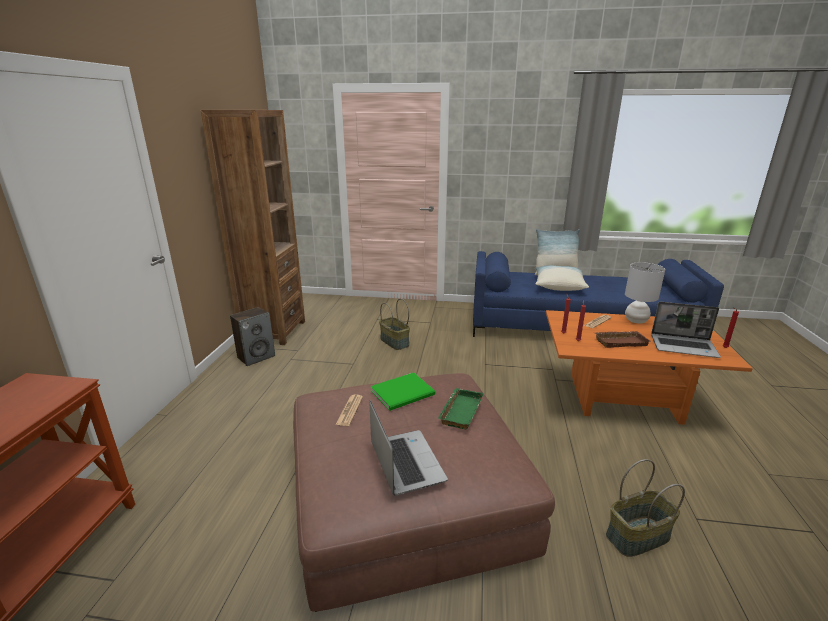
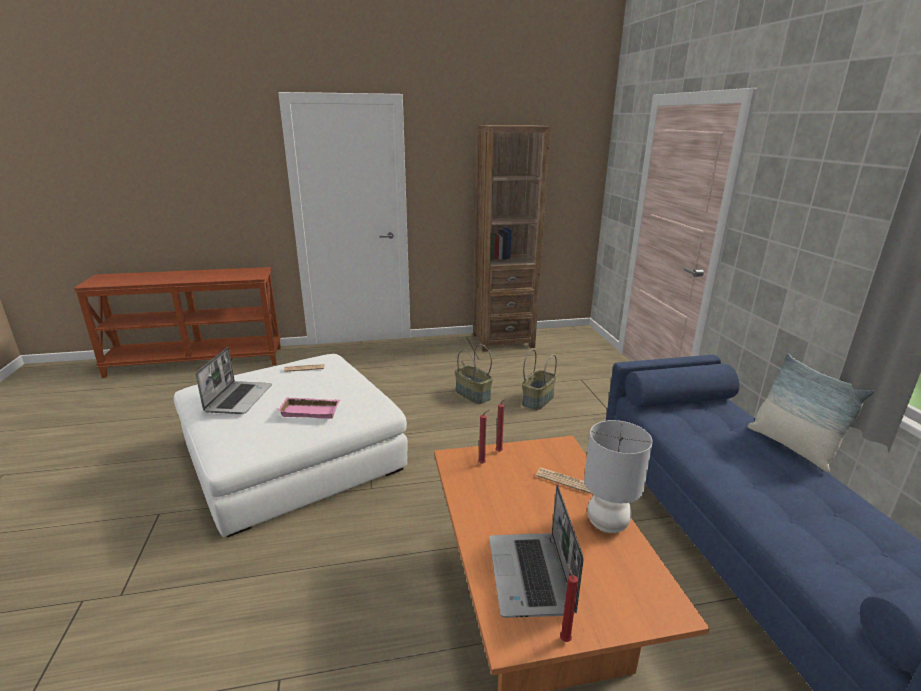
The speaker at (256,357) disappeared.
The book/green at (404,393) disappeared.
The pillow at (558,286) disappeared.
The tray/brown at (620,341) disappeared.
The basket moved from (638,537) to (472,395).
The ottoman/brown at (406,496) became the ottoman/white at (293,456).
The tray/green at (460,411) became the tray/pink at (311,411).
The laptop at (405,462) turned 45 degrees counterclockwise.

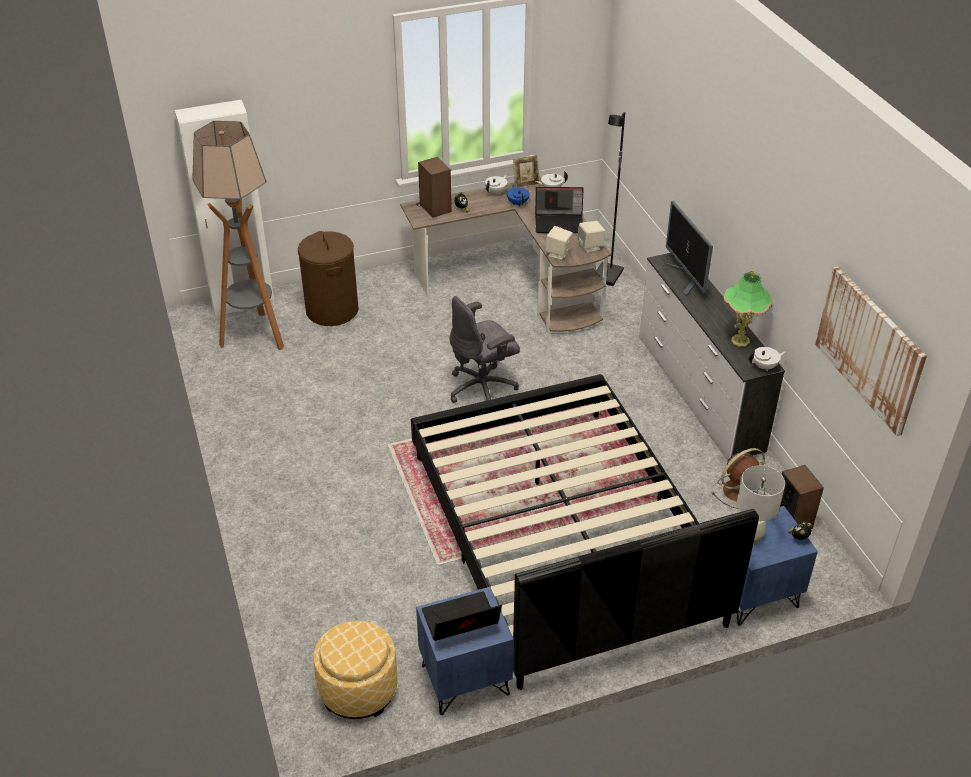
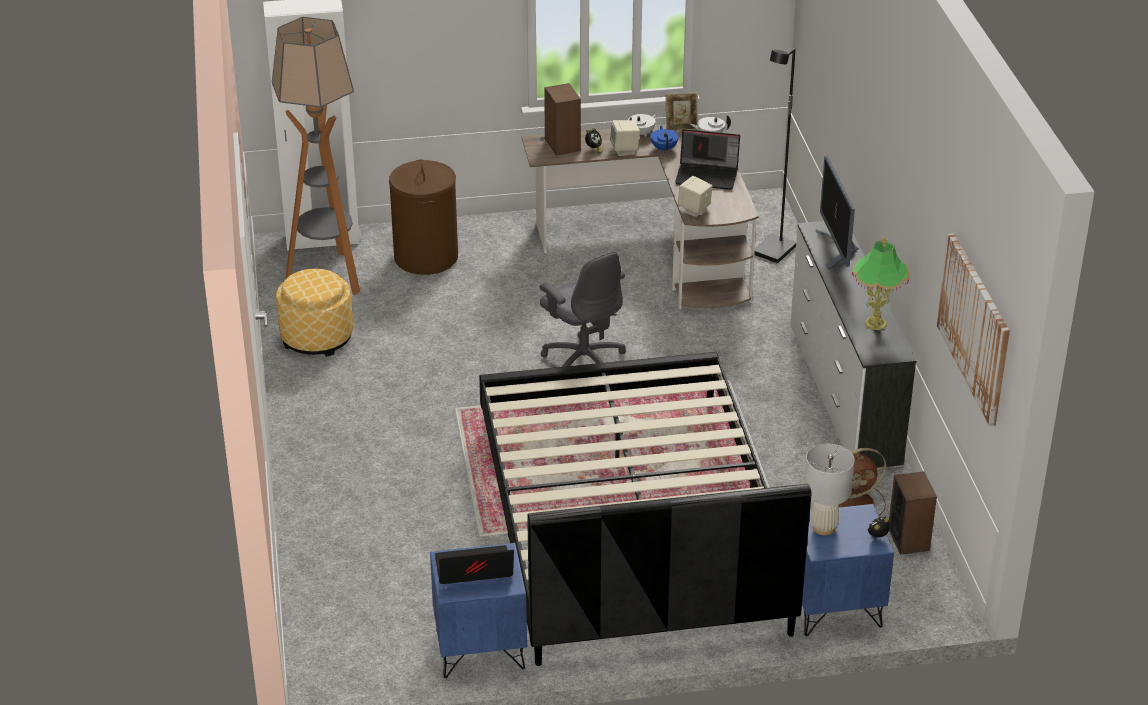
The teapot/white at (765,366) disappeared.
The ottoman moved from (358,689) to (317,337).
The speaker/beige moved from (590,247) to (625,150).
The office chair/grey at (483,388) turned 105 degrees counterclockwise.

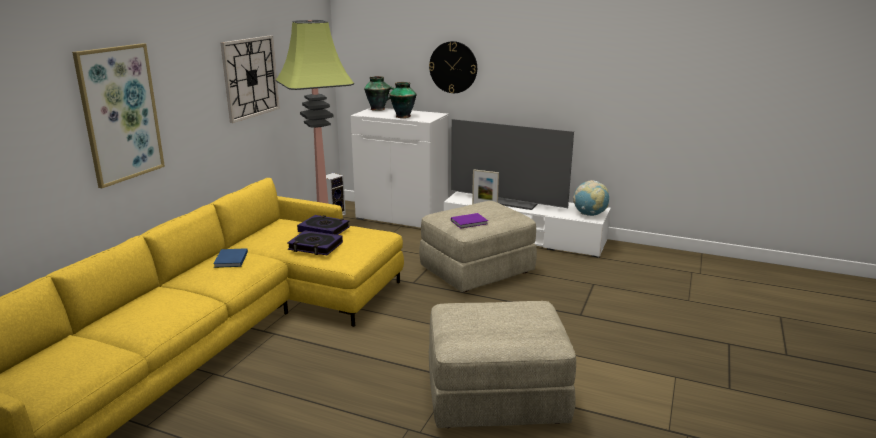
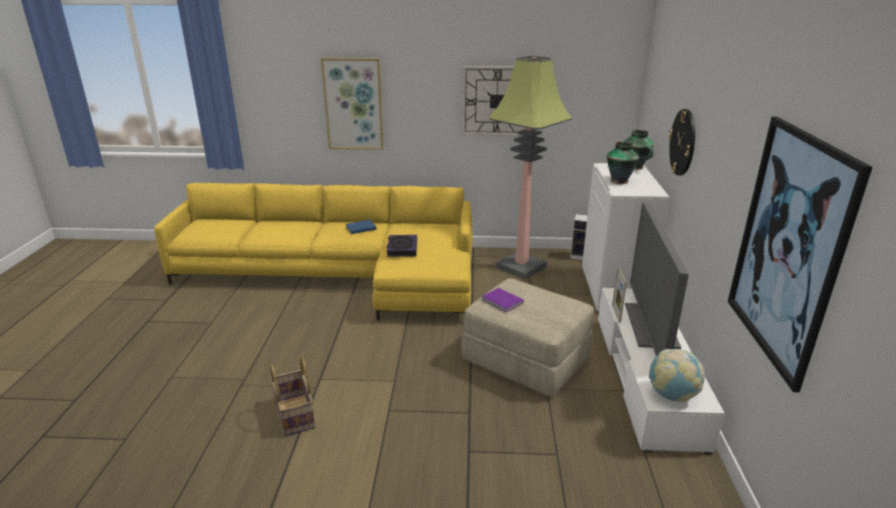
The book at (324,230) disappeared.
The picture at (788,248) appeared.
The ottoman/beige at (497,395) was replaced by the basket at (296,415).

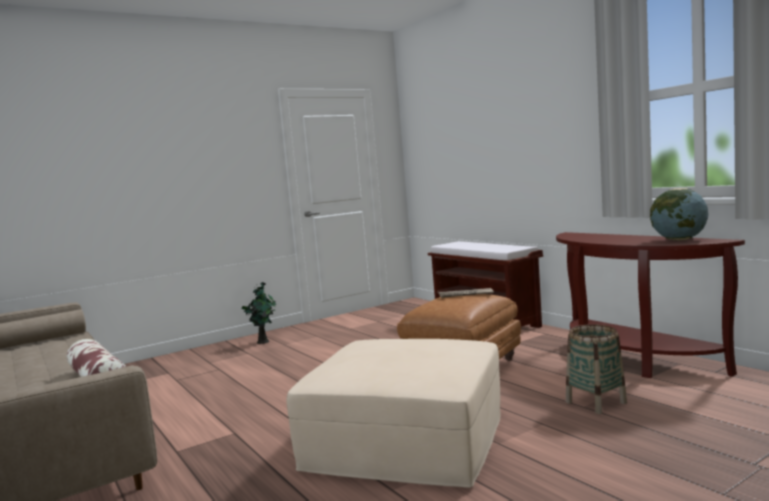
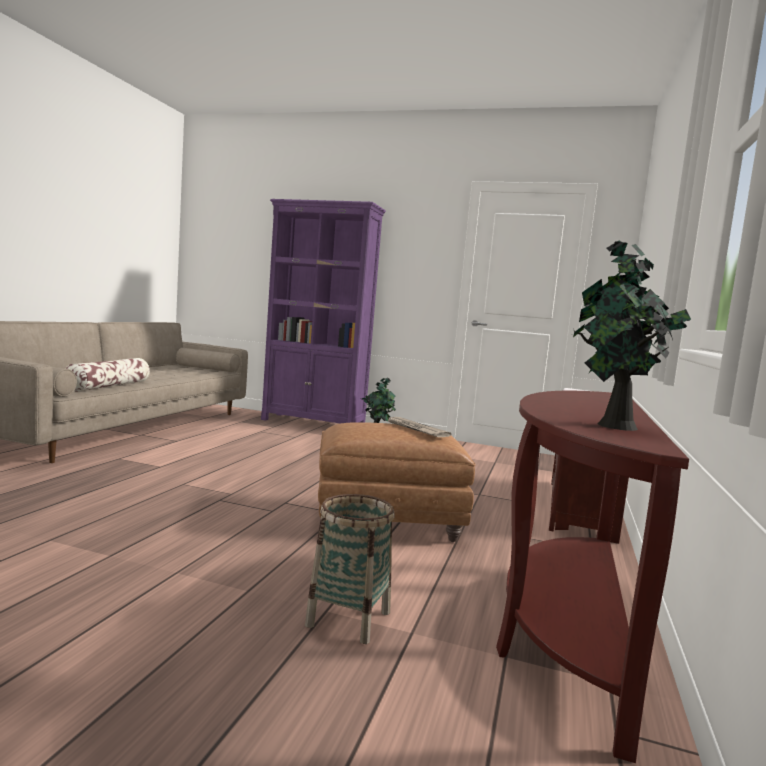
The ottoman/beige at (407,440) disappeared.
The bookcase/purple at (313,423) appeared.
The globe at (679,240) was replaced by the potted plant at (614,426).

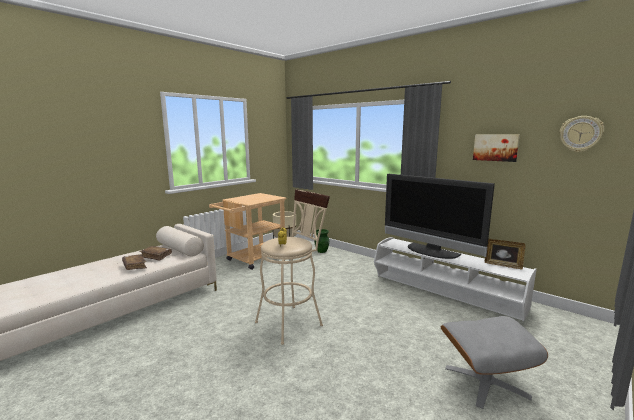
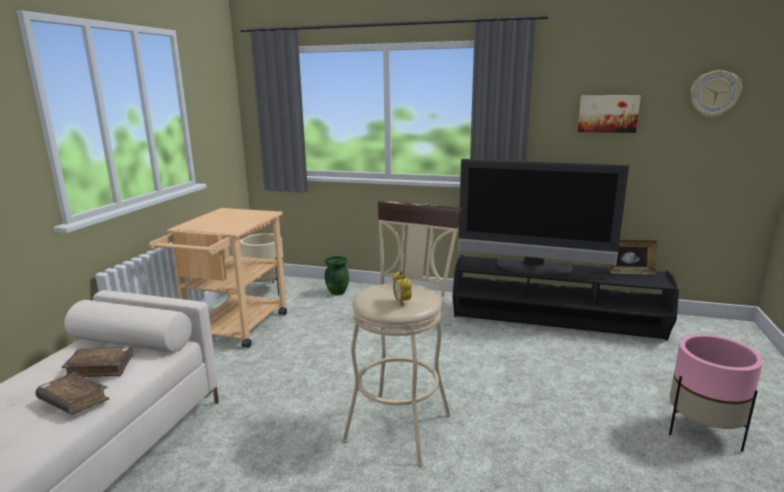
The ottoman/grey at (485,381) was replaced by the planter/pink at (703,432).
The tv stand/white at (444,292) became the tv stand/black at (555,322).

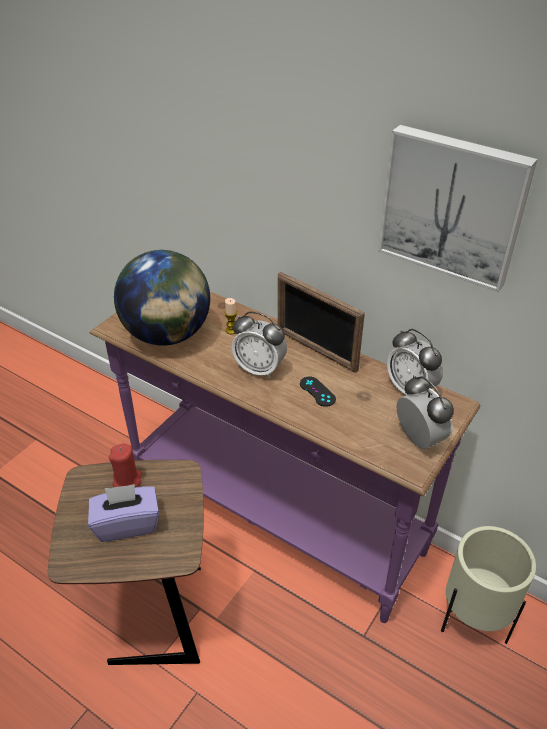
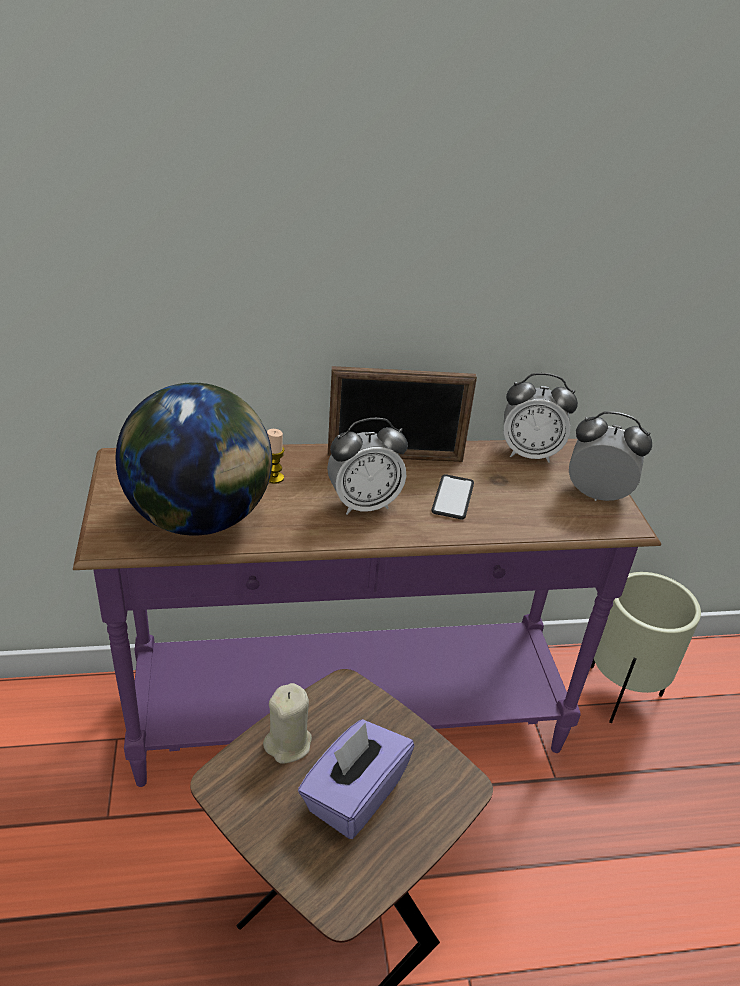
The picture at (453,206) disappeared.
The game controller/black at (317,391) was replaced by the phone at (452,498).
The candle/red at (127,480) became the candle/beige at (288,743).

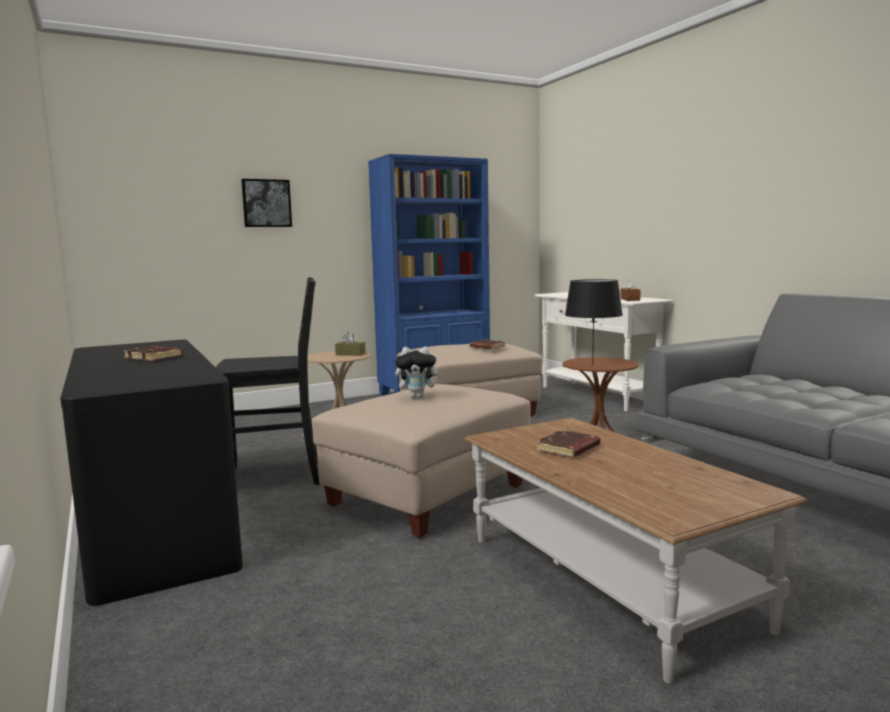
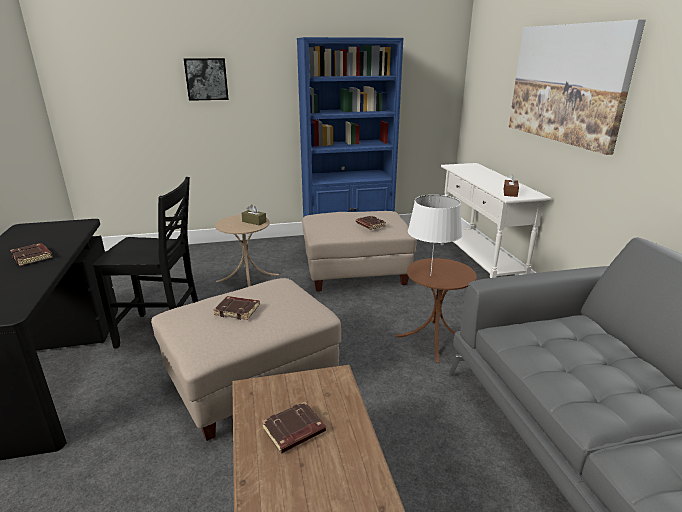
The picture at (566,84) appeared.
The plush toy at (418,397) was replaced by the book/brown at (238,310).
The table lamp/black at (593,365) became the table lamp/white at (430,276).

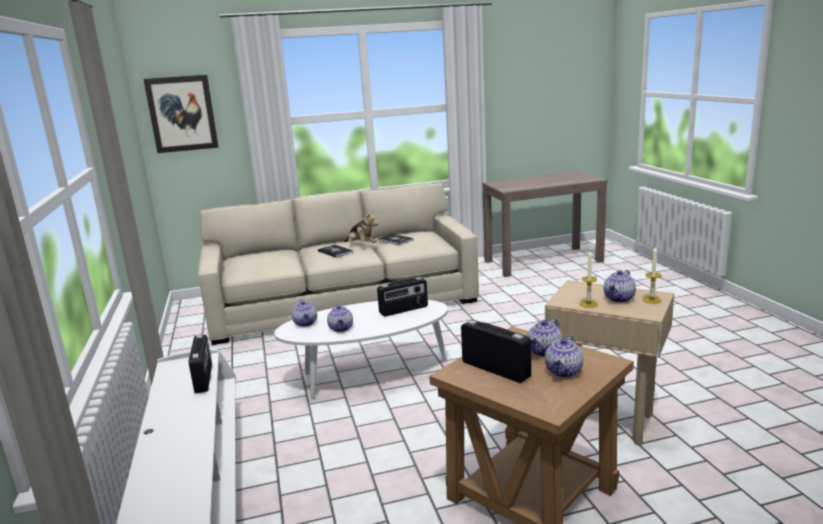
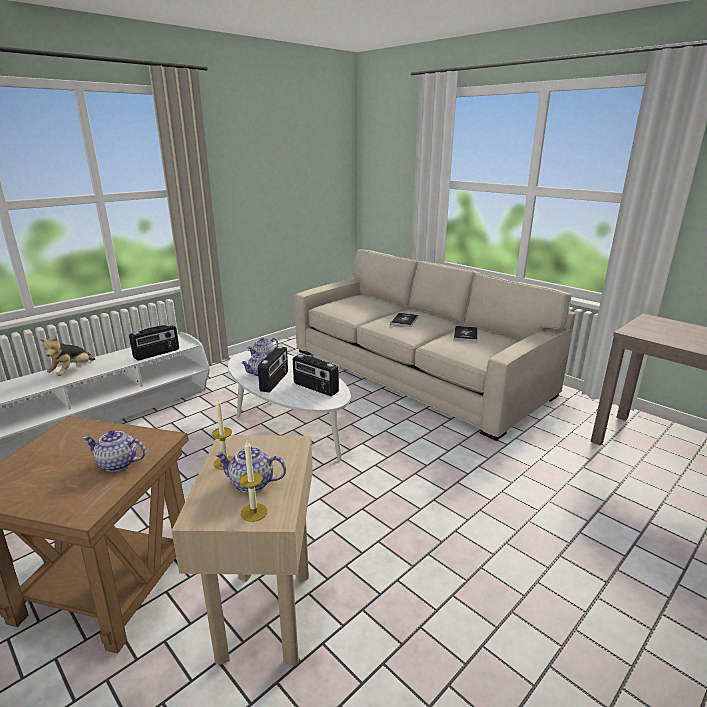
The picture at (182,114) disappeared.
The teapot at (564,372) disappeared.
The plush toy moved from (361,246) to (72,371).
The radio moved from (496,369) to (275,381).

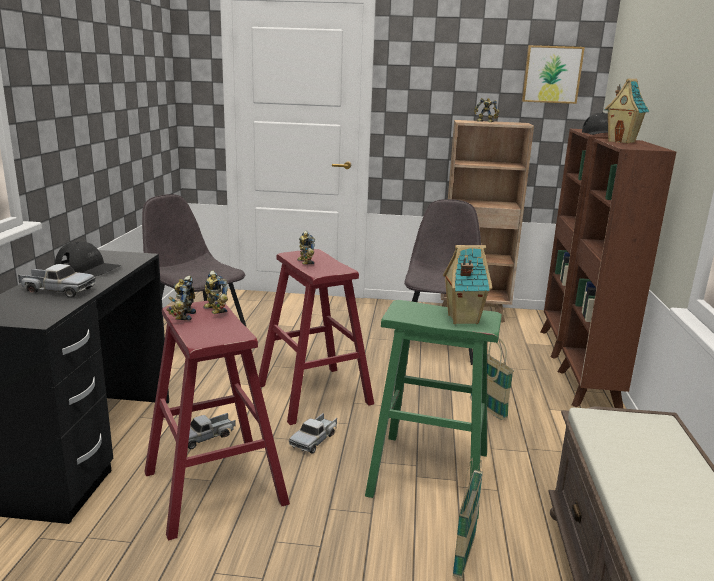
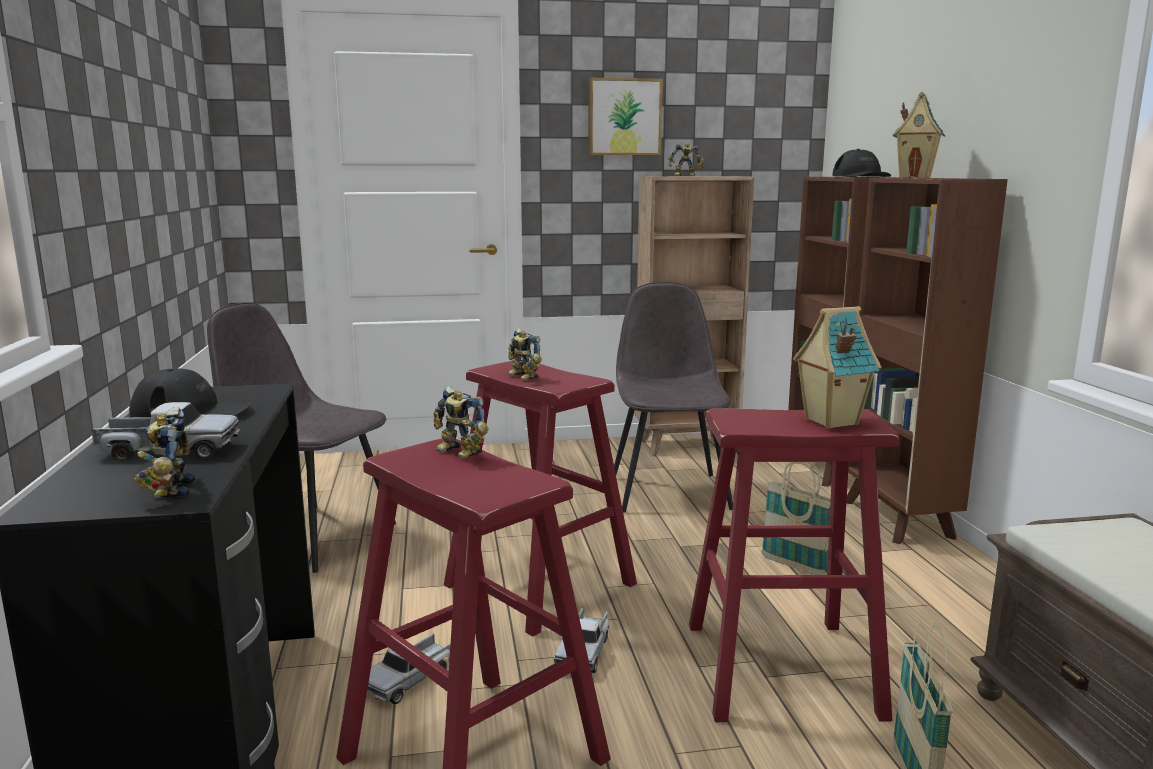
The toy robot moved from (183,316) to (169,490).
The picture moved from (551,74) to (624,117).
The stool/green at (429,473) became the stool/red at (780,668).

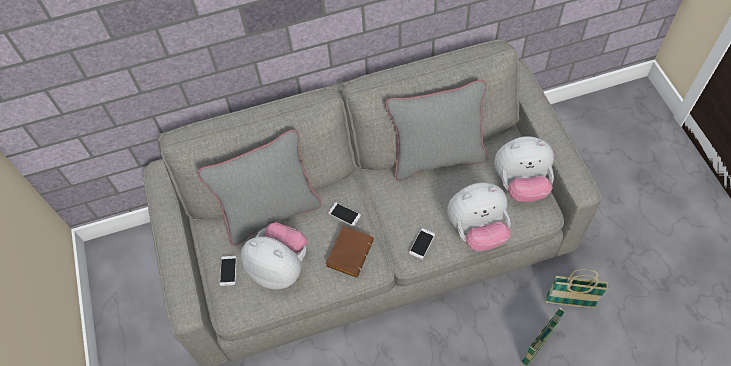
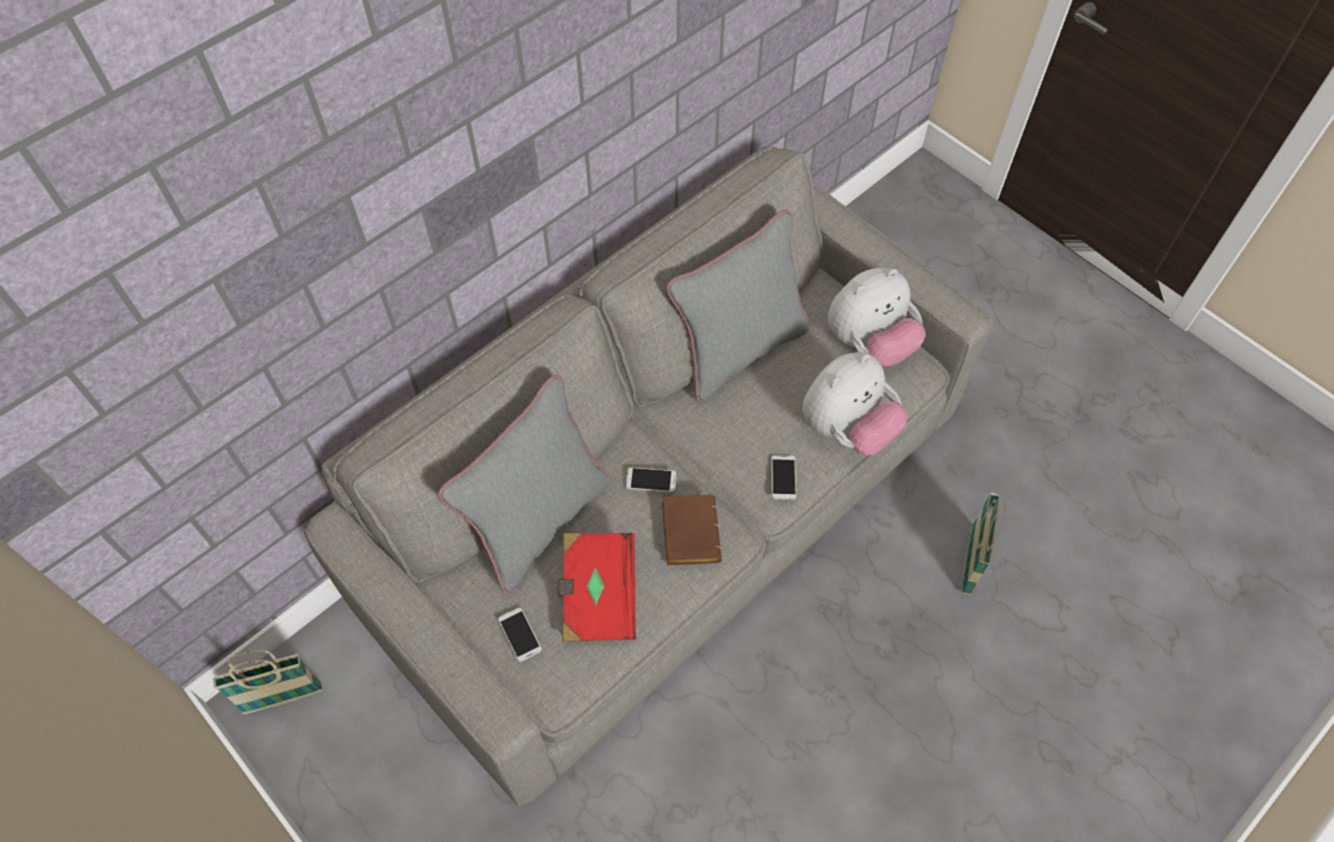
The basket moved from (569,303) to (283,699).
The plush toy at (280,267) was replaced by the book/red at (597,596).

